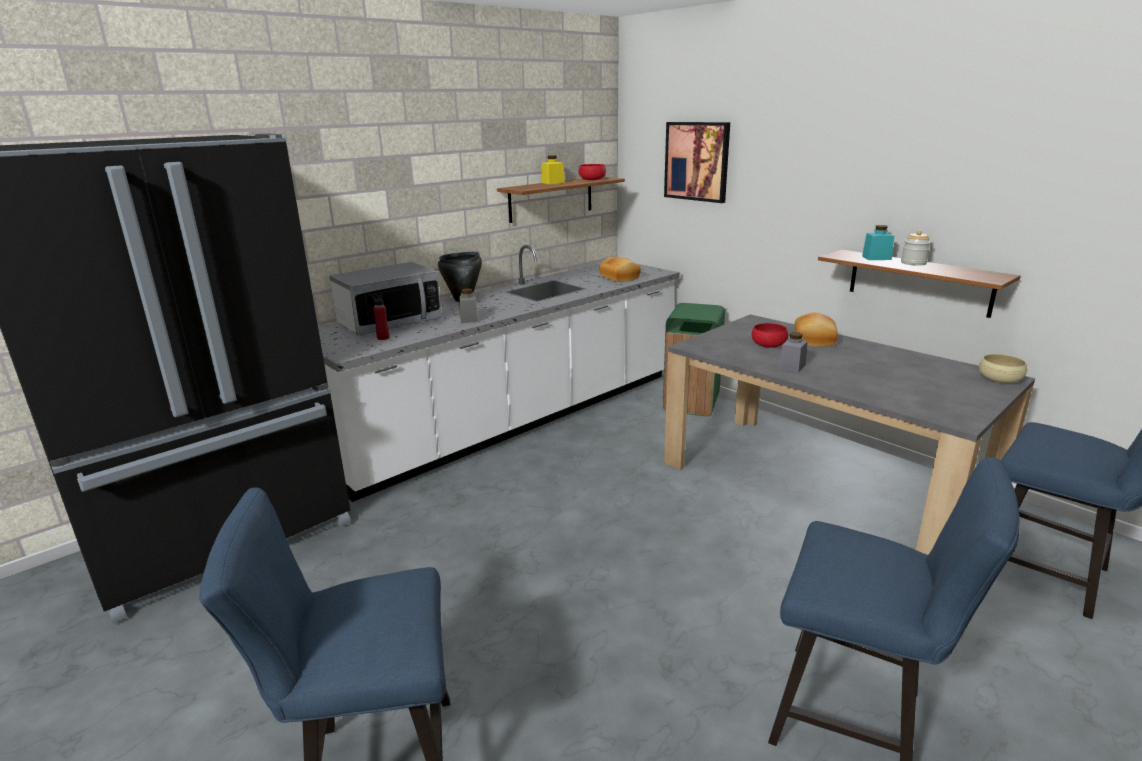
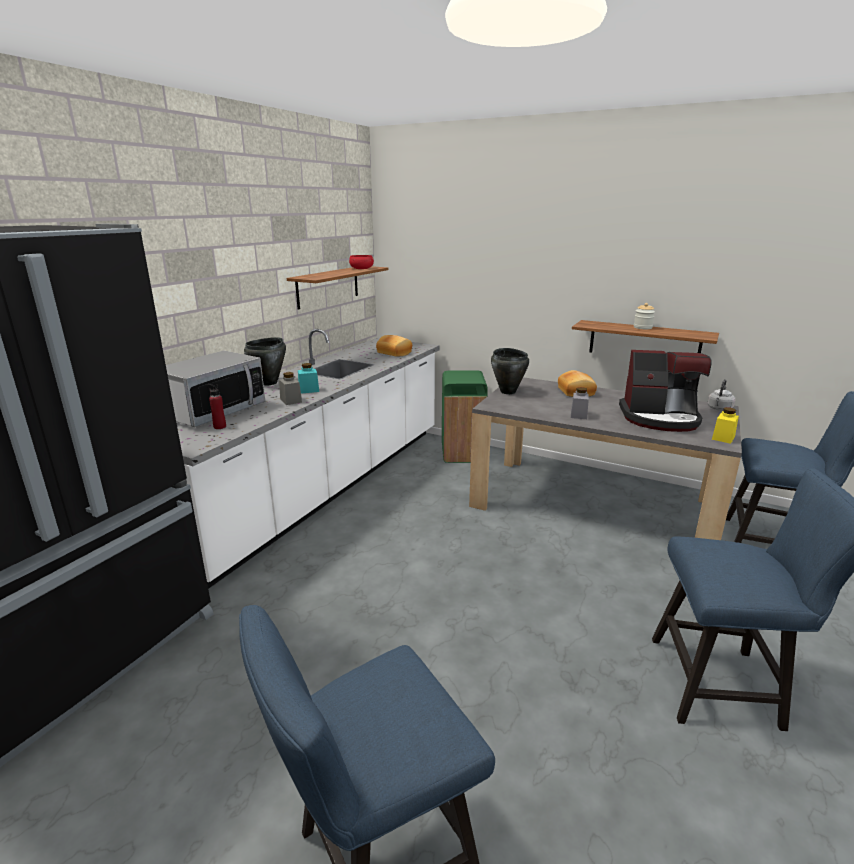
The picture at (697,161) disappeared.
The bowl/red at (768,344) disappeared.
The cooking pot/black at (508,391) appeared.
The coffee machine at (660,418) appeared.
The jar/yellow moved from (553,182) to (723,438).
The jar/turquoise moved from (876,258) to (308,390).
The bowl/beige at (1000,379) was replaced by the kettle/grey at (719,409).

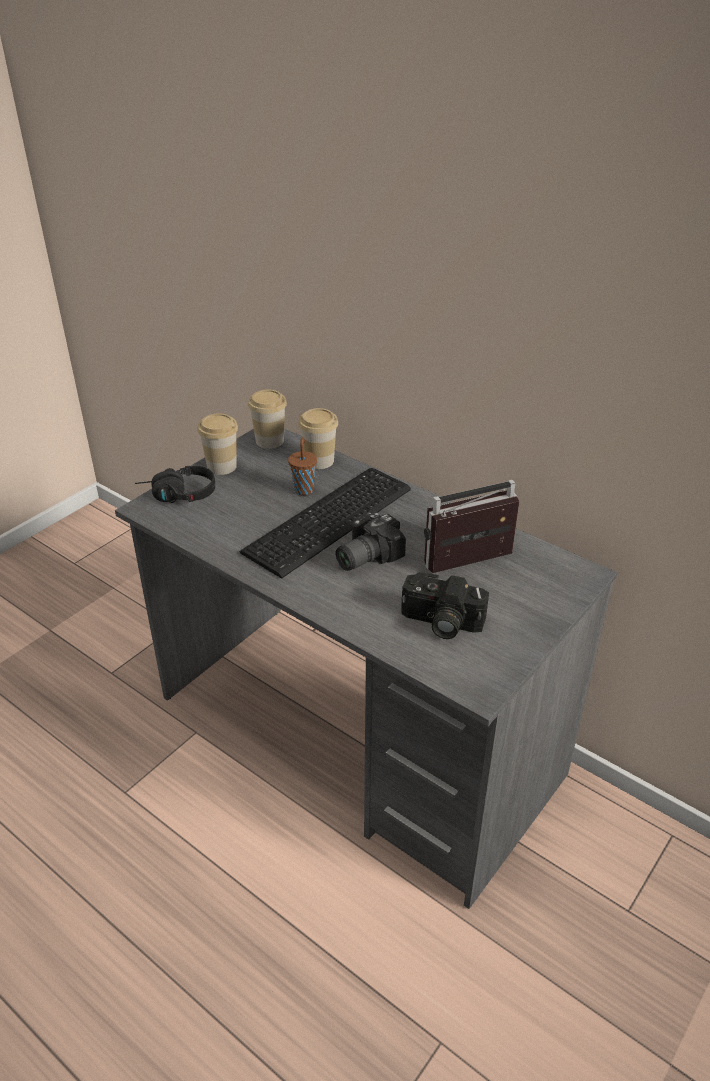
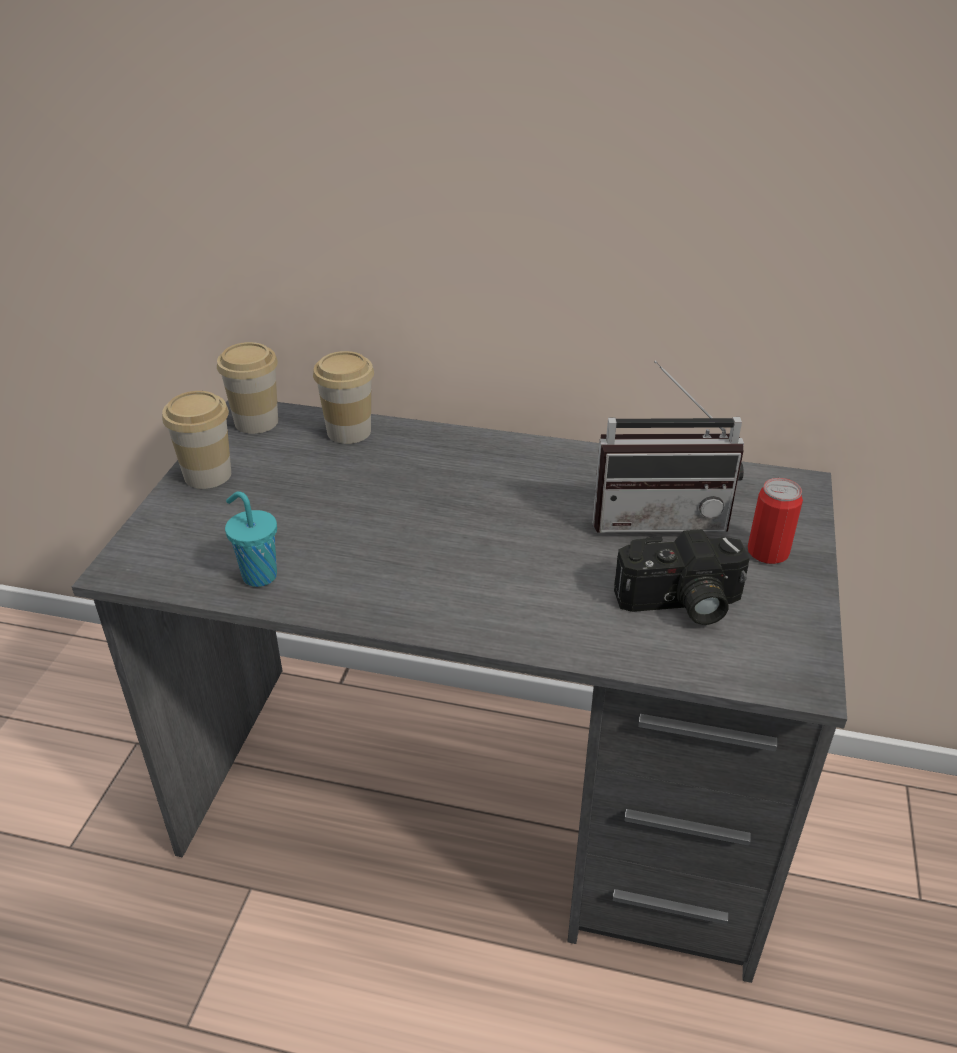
The headphones/black at (177,496) disappeared.
The keyboard at (333,520) disappeared.
The cup/brown at (304,489) disappeared.
The photo camera at (364,555) disappeared.
The cup/turquoise at (258,575) appeared.
The can at (768,552) appeared.
The radio at (471,566) turned 135 degrees counterclockwise.

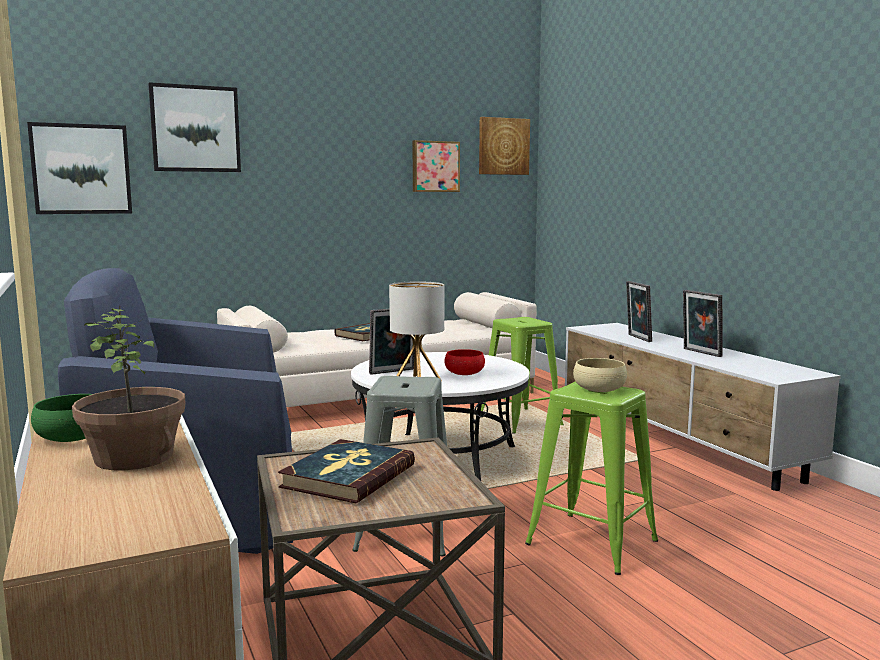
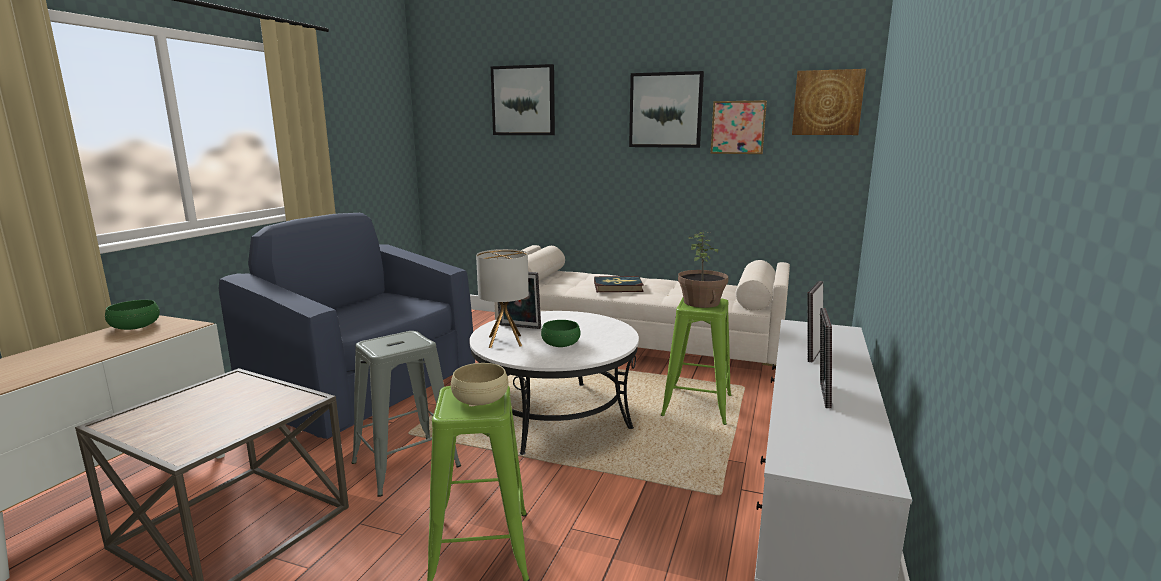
The book at (348,476) disappeared.
The picture moved from (81,169) to (665,110).
The potted plant moved from (135,457) to (702,302).
The bowl/red at (464,372) became the bowl/green at (560,343).

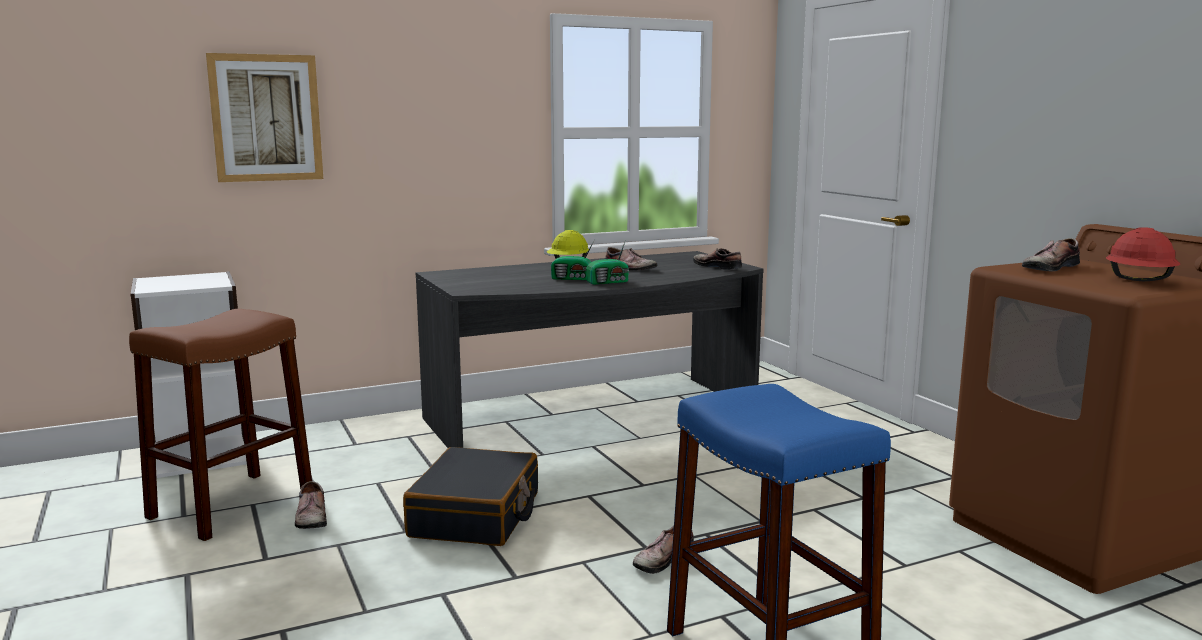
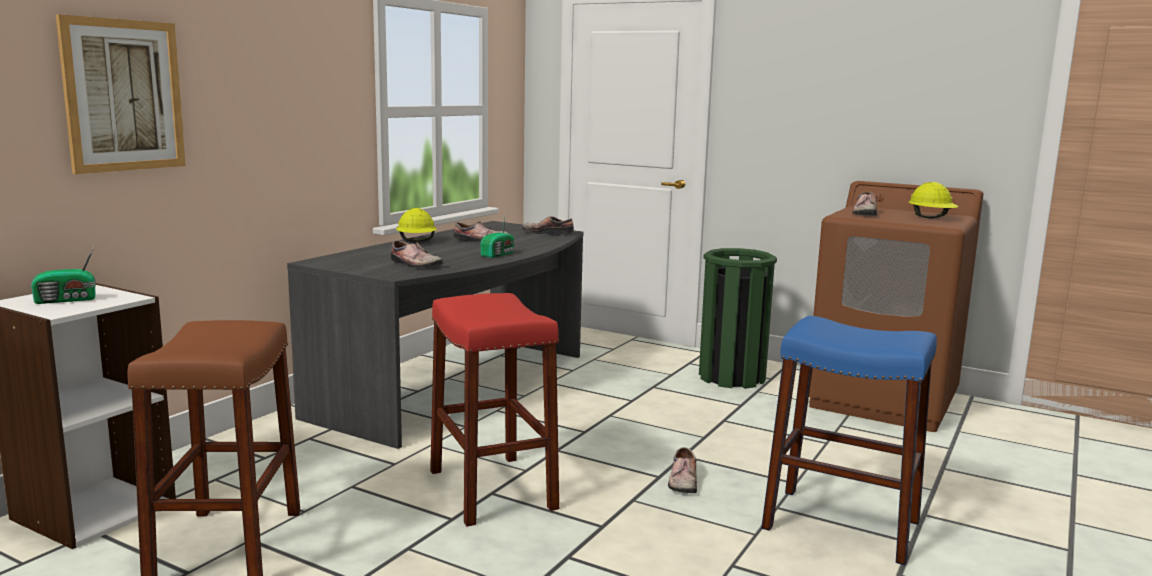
The trash can/green at (732,377) appeared.
The shoe moved from (310,517) to (414,264).
The radio moved from (572,279) to (67,300).
The suitcase/black at (476,515) was replaced by the stool/red at (492,489).
The hard hat/red at (1140,281) became the hard hat/yellow at (931,218).

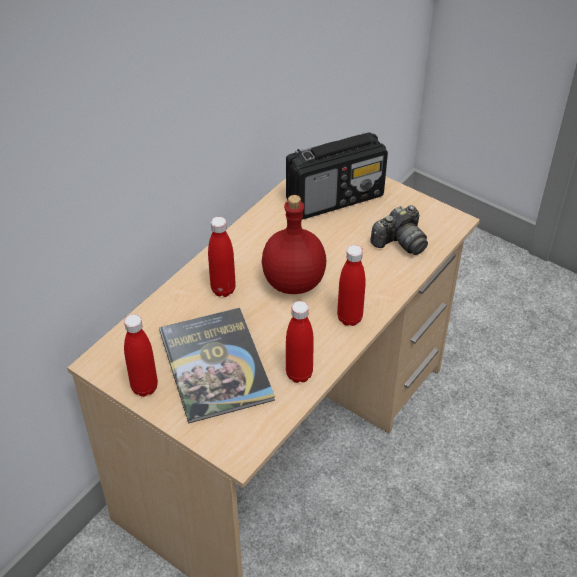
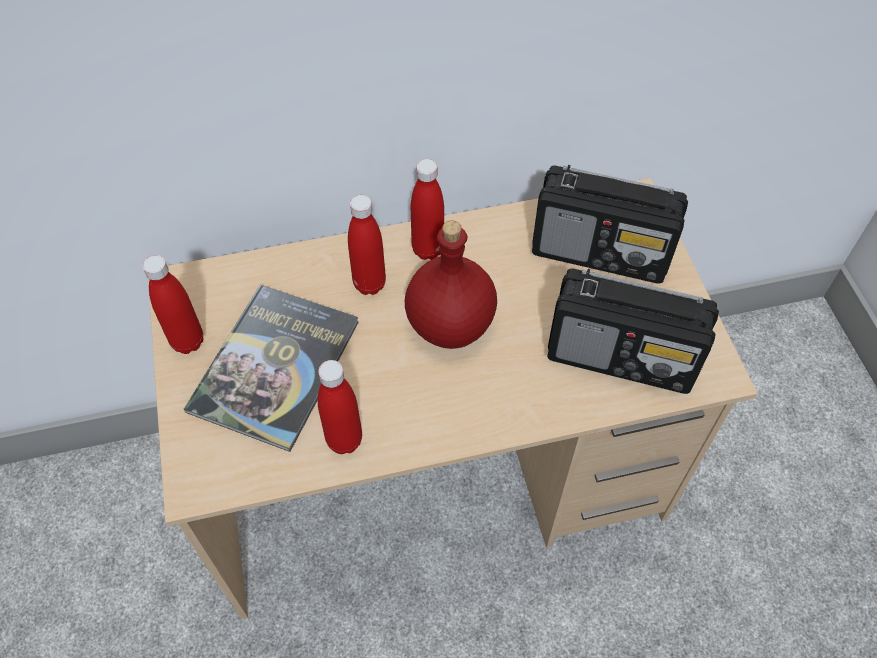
The bottle/red moved from (349,318) to (428,250).
The photo camera at (400,242) was replaced by the radio at (622,357).

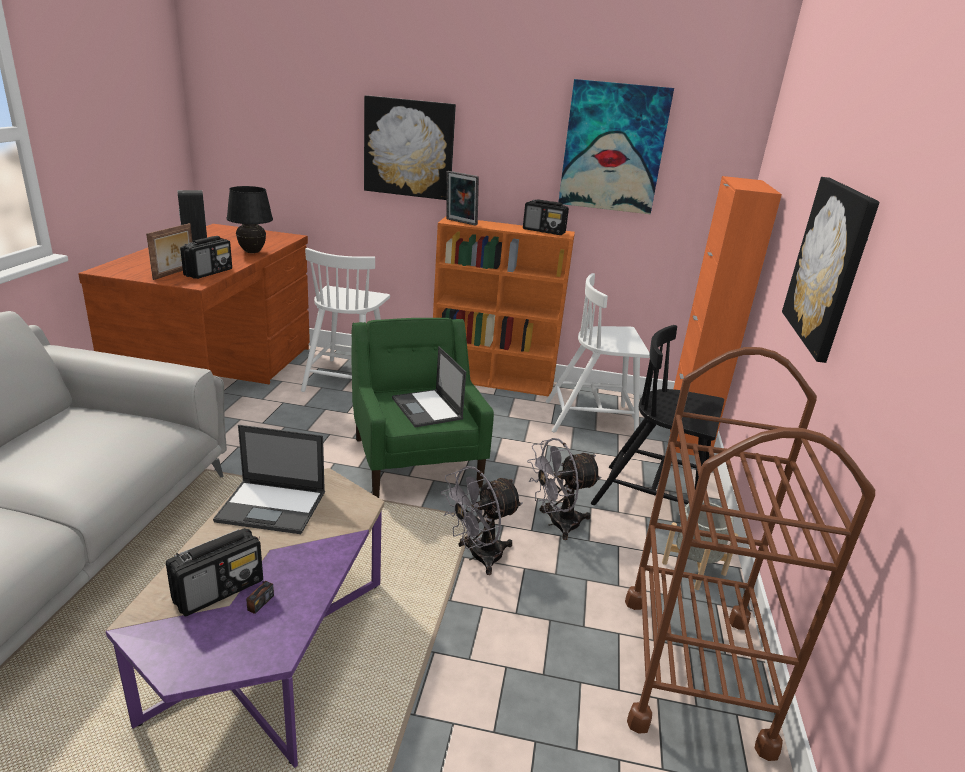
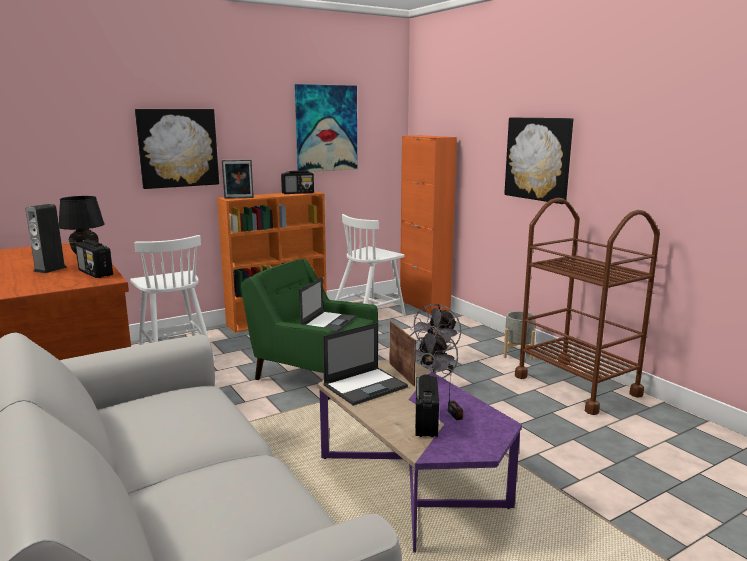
The chair/black at (652,500) disappeared.
The picture frame moved from (175,273) to (402,374).
The radio at (209,272) turned 150 degrees clockwise.
The laptop at (427,409) turned 90 degrees counterclockwise.

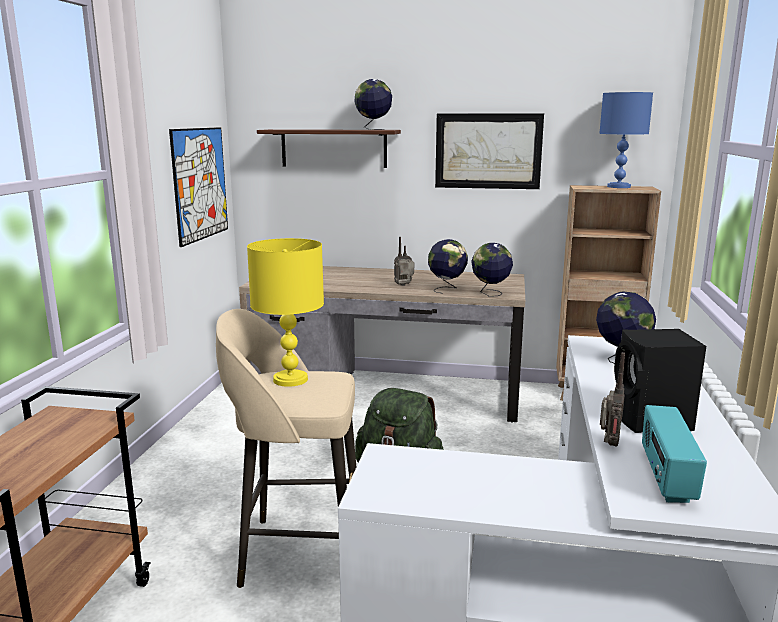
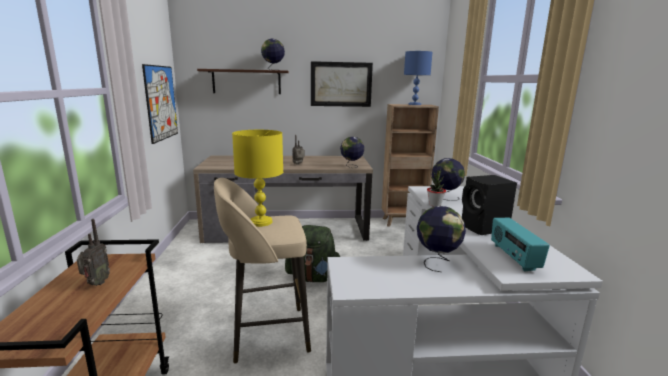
The potted plant at (435,205) appeared.
The globe moved from (447,289) to (437,262).
The radio moved from (608,444) to (96,284).

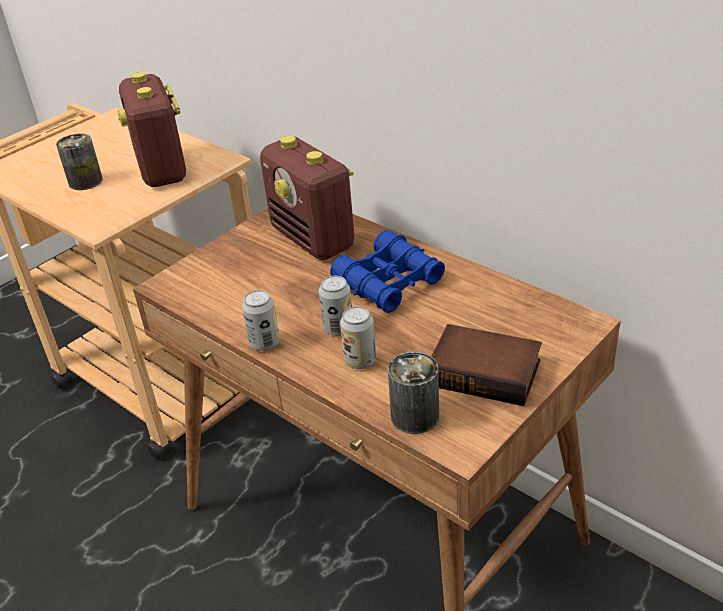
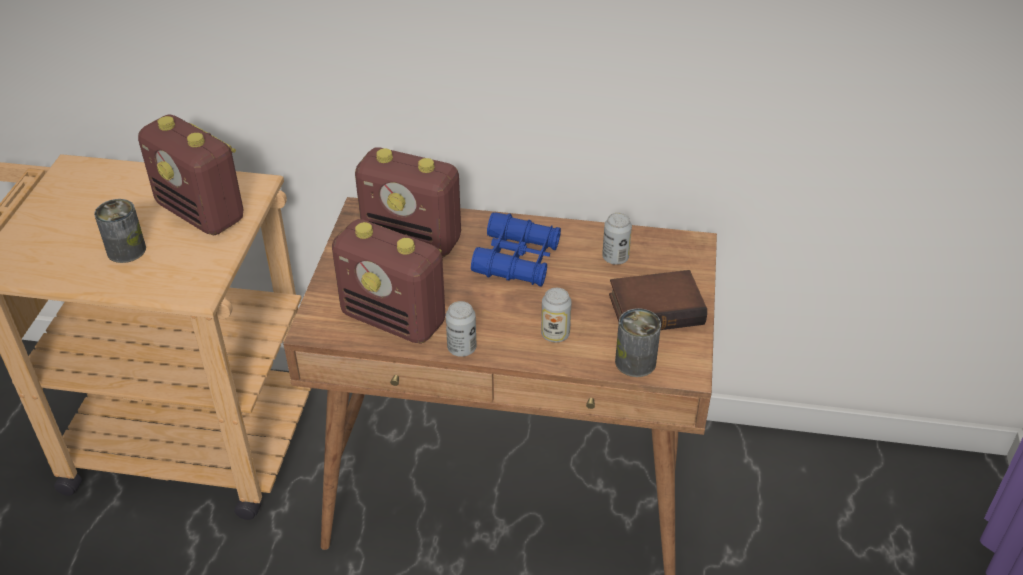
The radio at (394,319) appeared.
The can moved from (338,328) to (615,258).

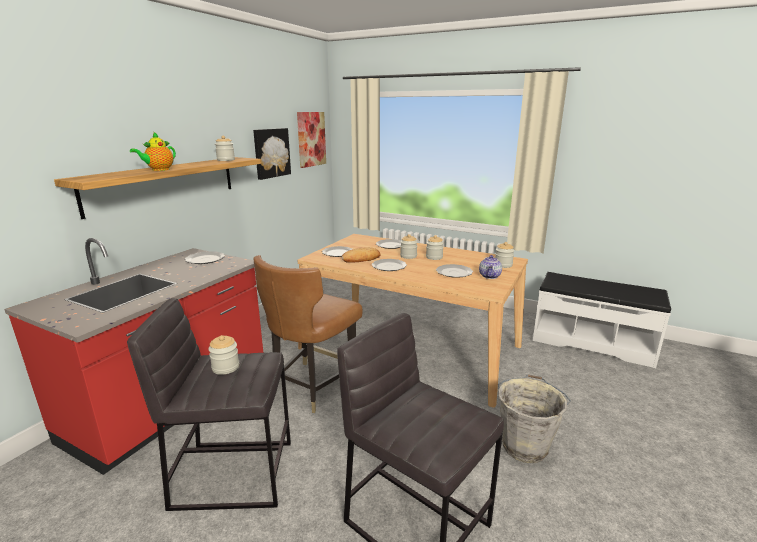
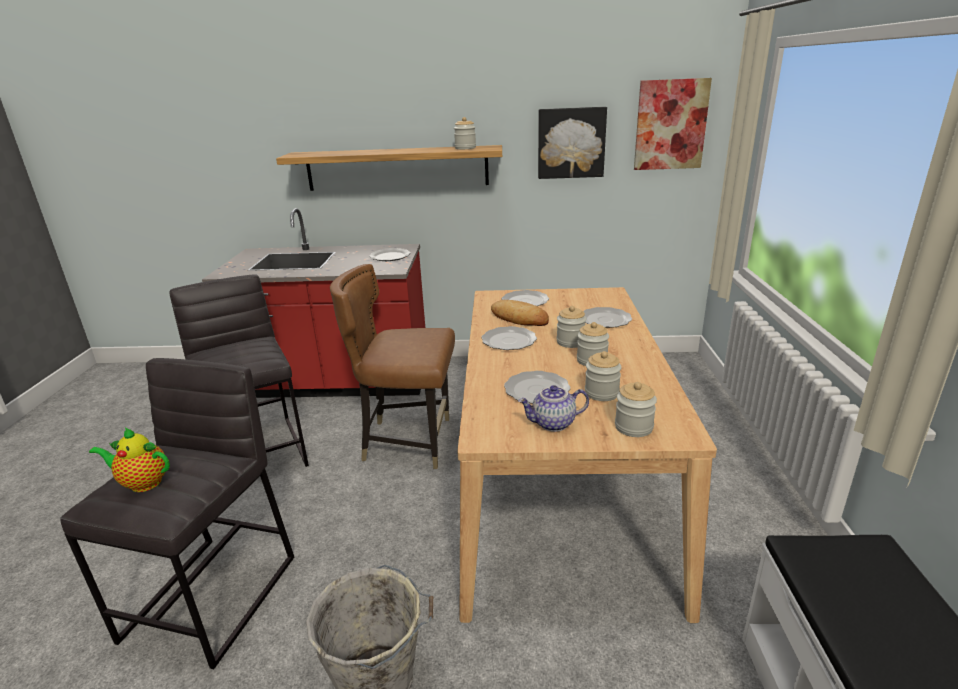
The teapot moved from (159,170) to (142,483).
The jar moved from (225,367) to (601,393).

